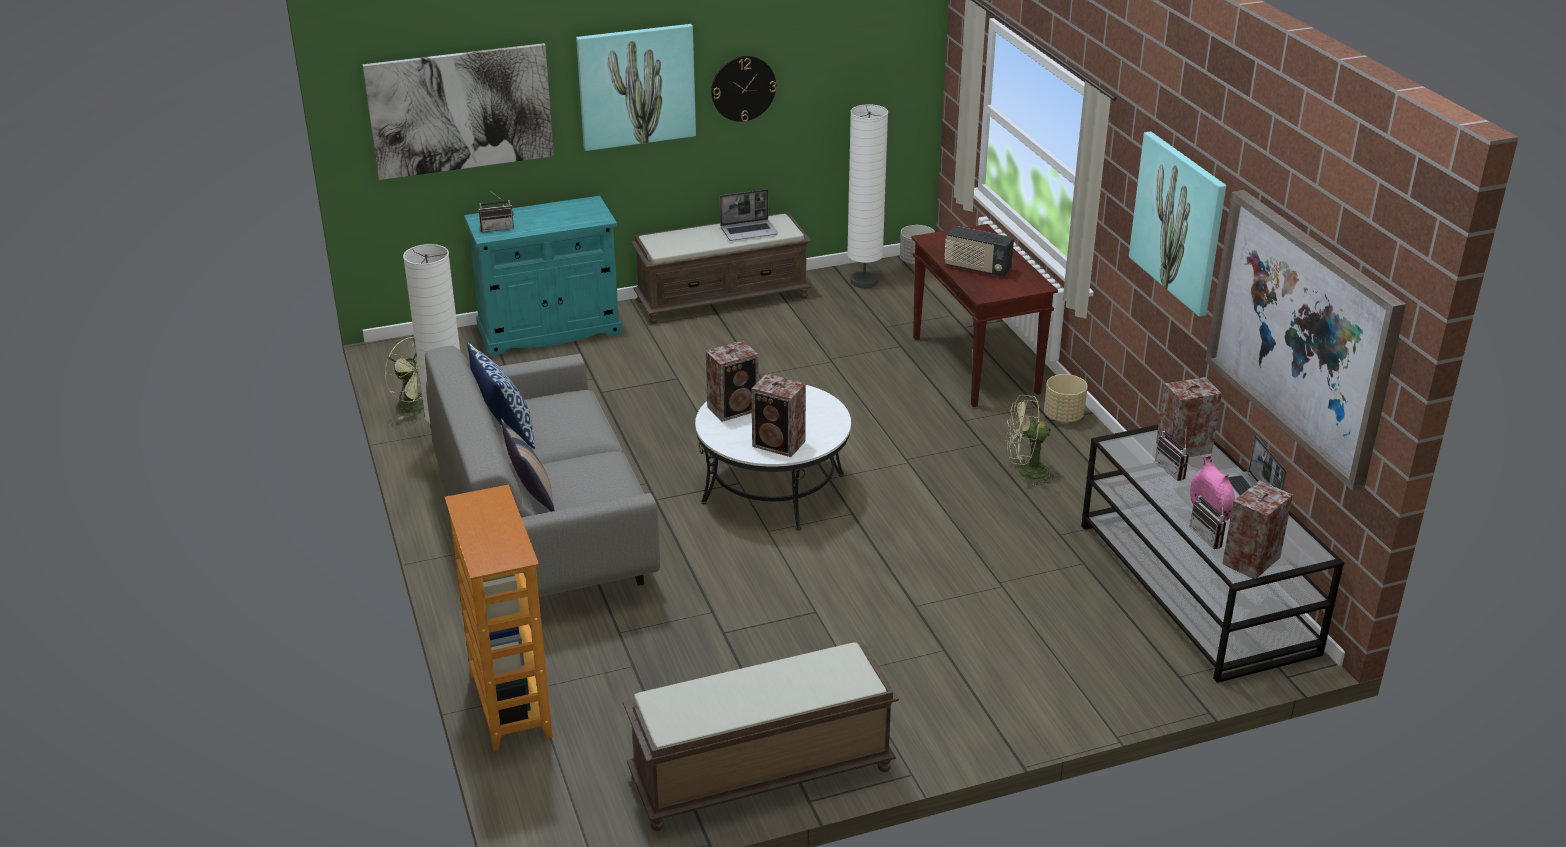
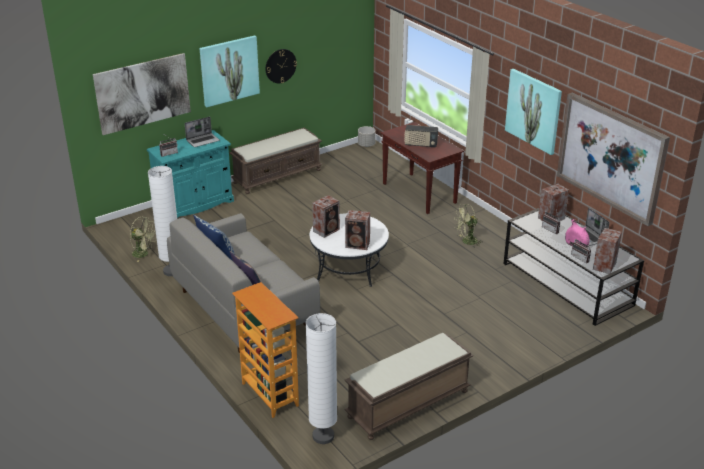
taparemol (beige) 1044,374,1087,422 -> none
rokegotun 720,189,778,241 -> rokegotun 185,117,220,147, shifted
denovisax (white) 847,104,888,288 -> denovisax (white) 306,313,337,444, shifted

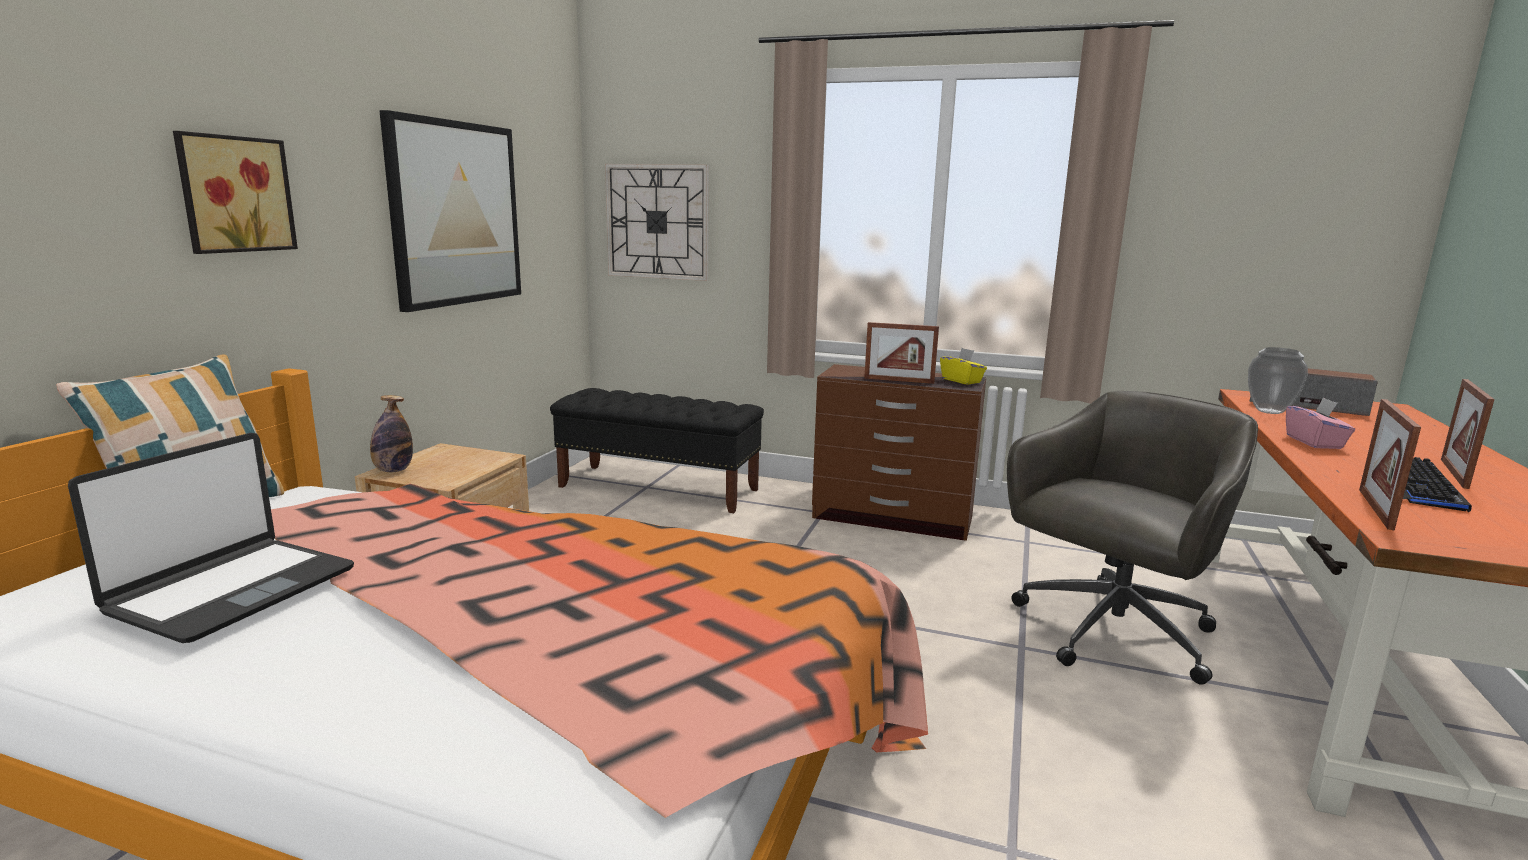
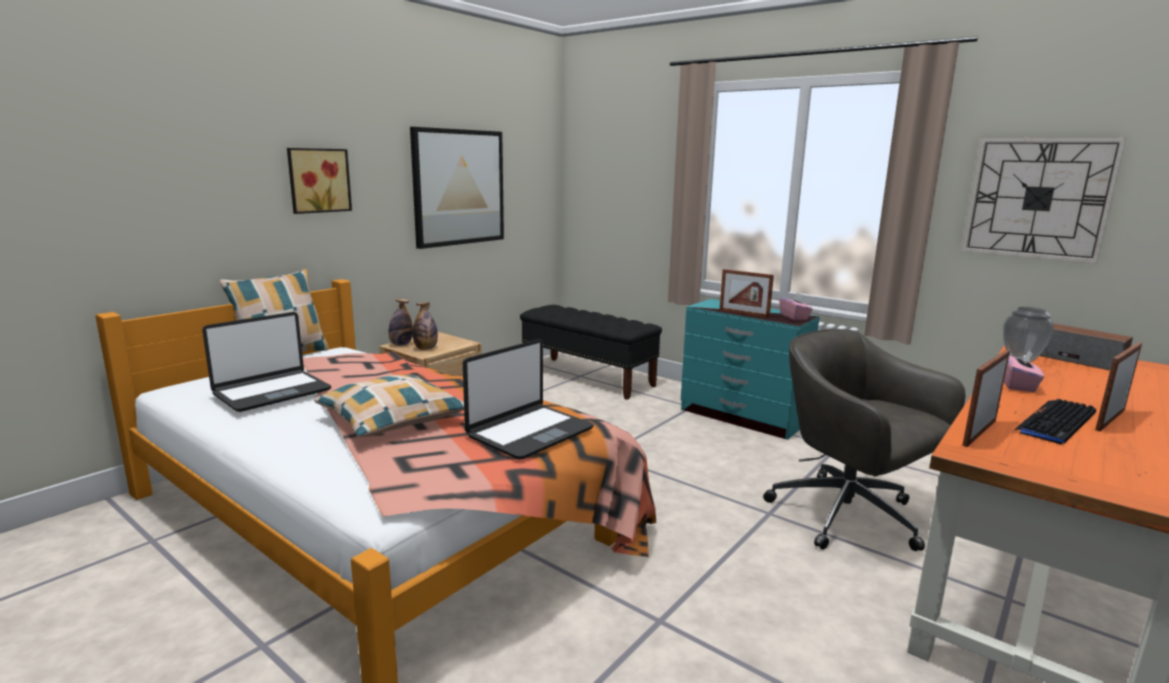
none -> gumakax 314,374,464,437
none -> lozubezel 413,302,438,350
none -> rokegotun 463,339,594,459
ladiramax 605,164,709,281 -> ladiramax 962,138,1126,263, shifted
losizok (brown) 812,364,986,541 -> losizok (turquoise) 681,299,820,440
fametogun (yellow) 940,348,987,385 -> fametogun (pink) 779,293,813,320
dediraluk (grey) 1007,391,1258,685 -> dediraluk (grey) 763,329,966,551, 105 degrees counterclockwise

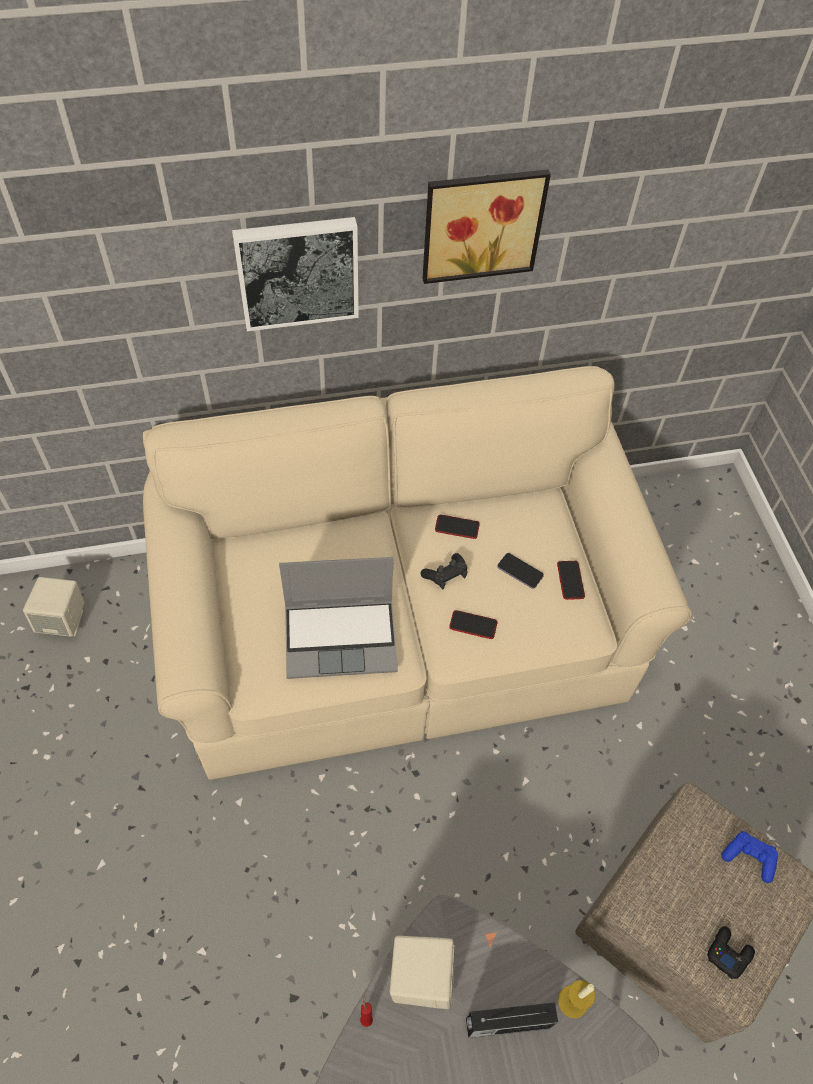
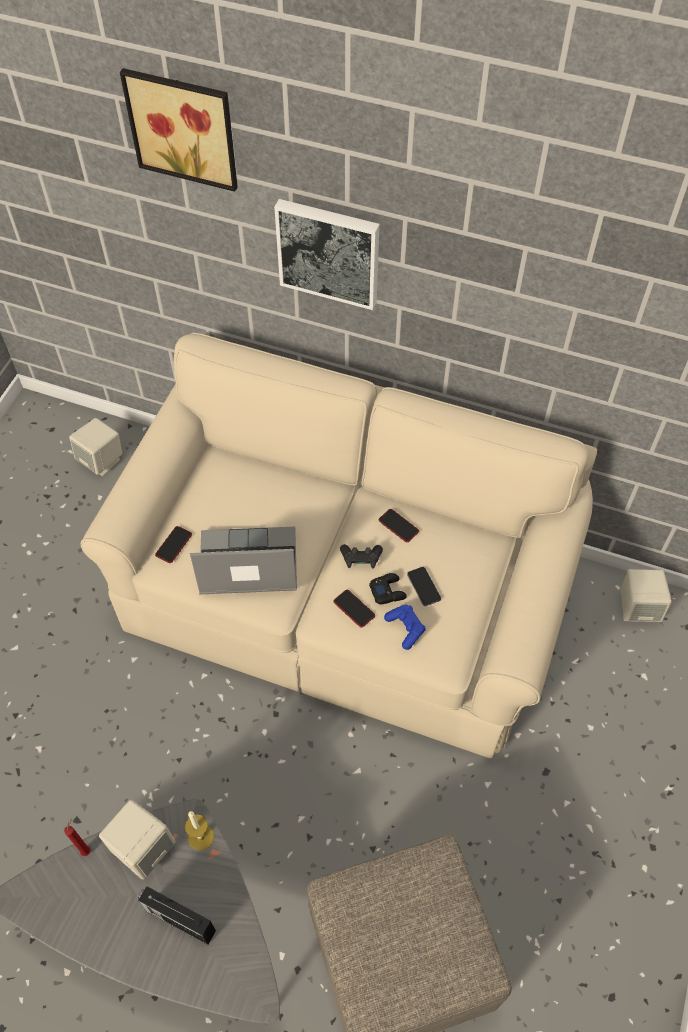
none -> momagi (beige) 620,569,672,622
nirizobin 423,169,551,284 -> nirizobin 120,68,238,192, shifted
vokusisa 557,561,585,600 -> vokusisa 155,526,192,563, shifted
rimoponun 558,980,595,1018 -> rimoponun 185,811,214,851, shifted
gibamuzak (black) 708,926,755,979 -> gibamuzak (black) 369,573,407,604, shifted
gibamuzak (blue) 721,831,778,883 -> gibamuzak (blue) 384,605,426,650, shifted
rokegotun 279,557,398,679 -> rokegotun 190,527,297,594, 150 degrees clockwise

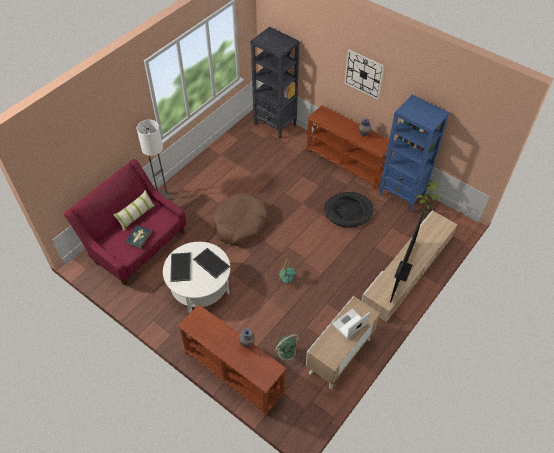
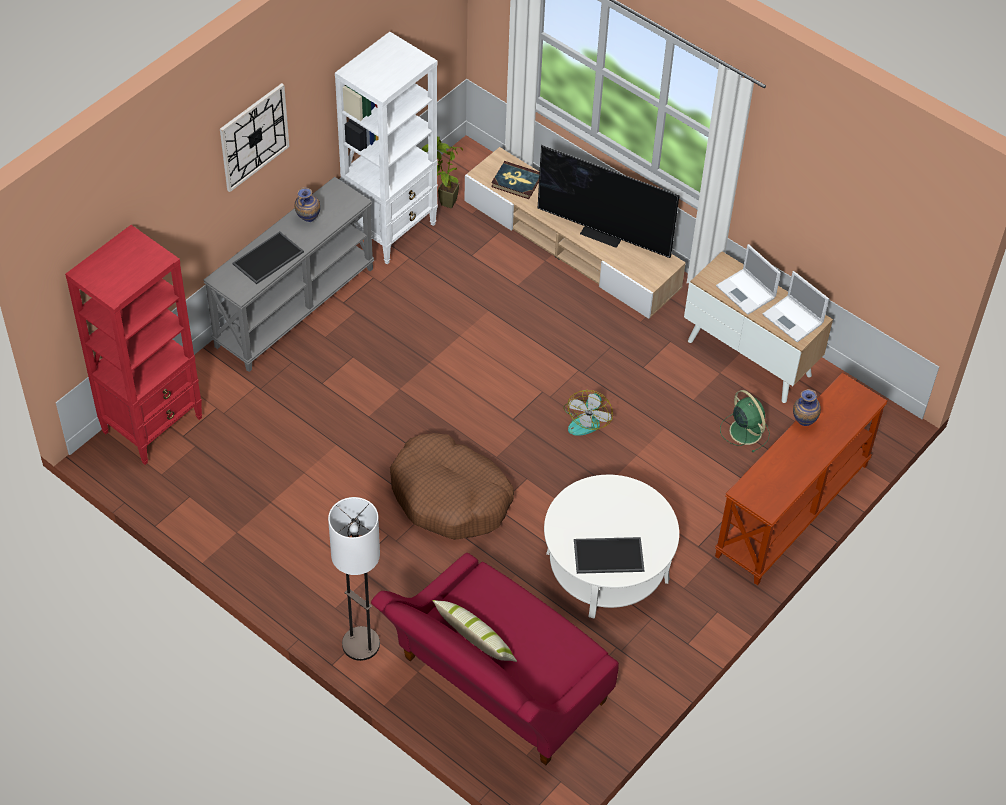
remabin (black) 324,192,374,228 -> none
none -> rokegotun 762,271,829,342
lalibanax 125,225,153,249 -> lalibanax 491,161,540,199, shifted
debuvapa 193,248,230,279 -> debuvapa 232,231,304,284, shifted
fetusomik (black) 250,27,299,139 -> fetusomik (red) 65,225,203,465
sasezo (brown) 306,105,393,190 -> sasezo (grey) 203,177,374,372
fetusomik (blue) 379,95,449,212 -> fetusomik (white) 335,32,438,264

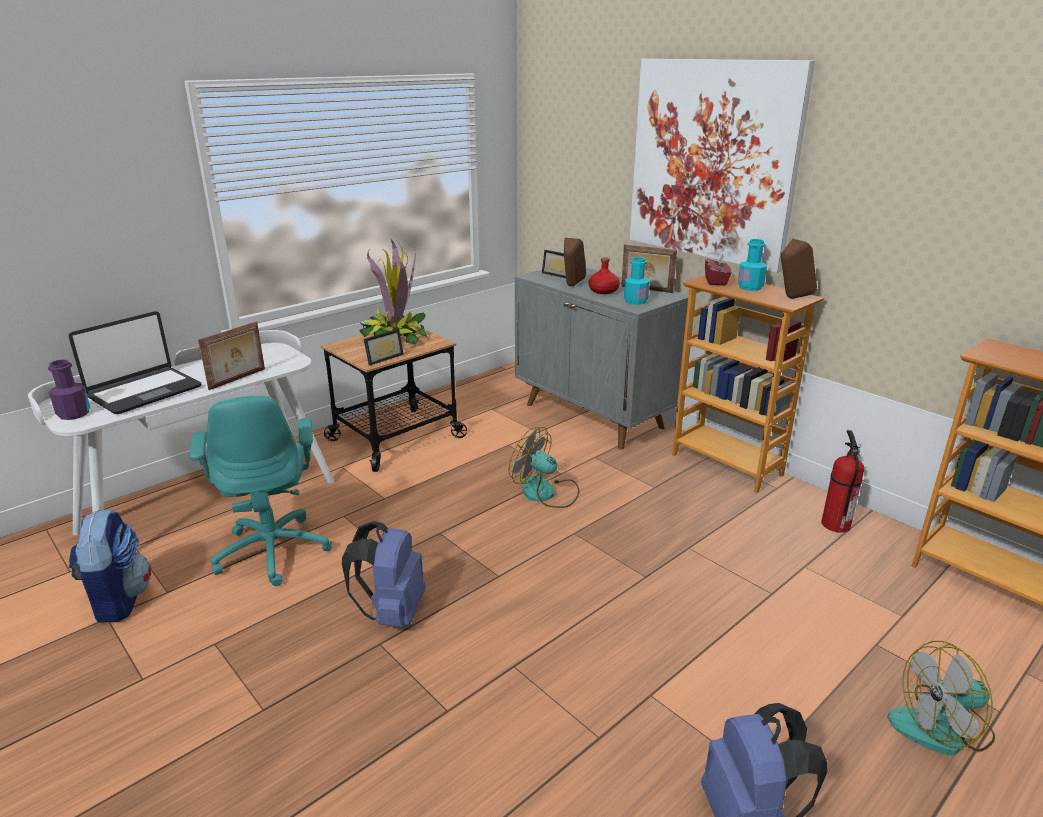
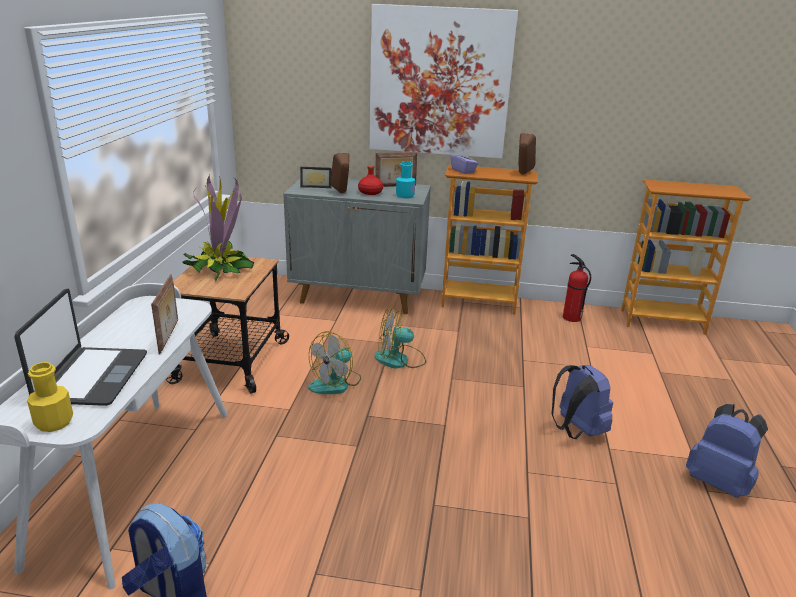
dediraluk (turquoise) 190,395,332,586 -> none
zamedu 364,329,404,366 -> none
lozubezel (turquoise) 738,239,767,291 -> none
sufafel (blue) 342,521,426,627 -> sufafel (blue) 551,365,613,439, shifted
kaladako 888,641,995,756 -> kaladako 308,331,361,394, shifted
lozubezel (purple) 48,360,91,420 -> lozubezel (yellow) 27,362,73,432
fametogun (red) 705,254,732,285 -> fametogun (purple) 451,150,478,174

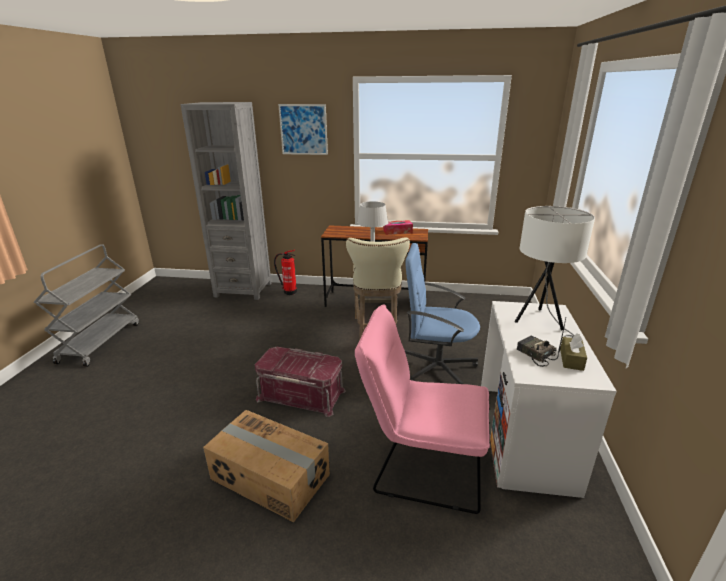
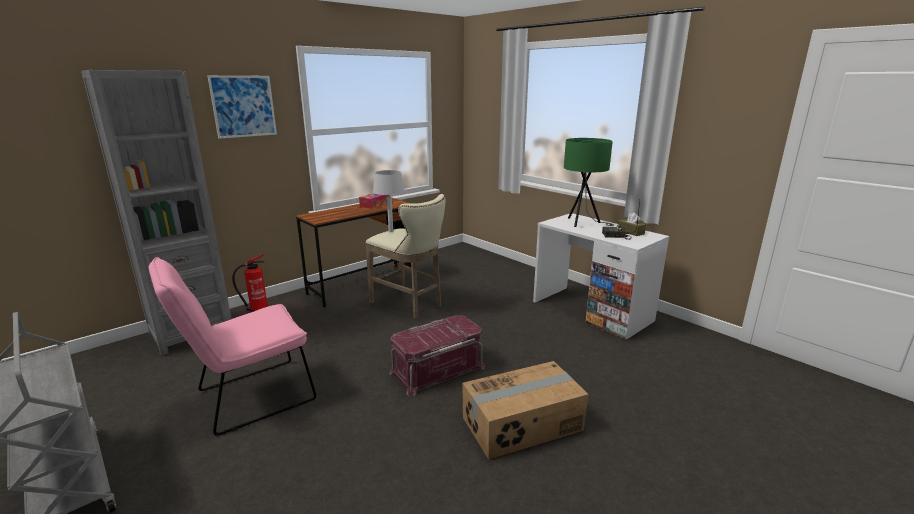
dediraluk (blue) 404,243,480,384 -> none
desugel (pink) 355,304,490,514 -> desugel (pink) 149,257,316,436, shifted
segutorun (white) 515,206,595,338 -> segutorun (green) 564,138,614,227

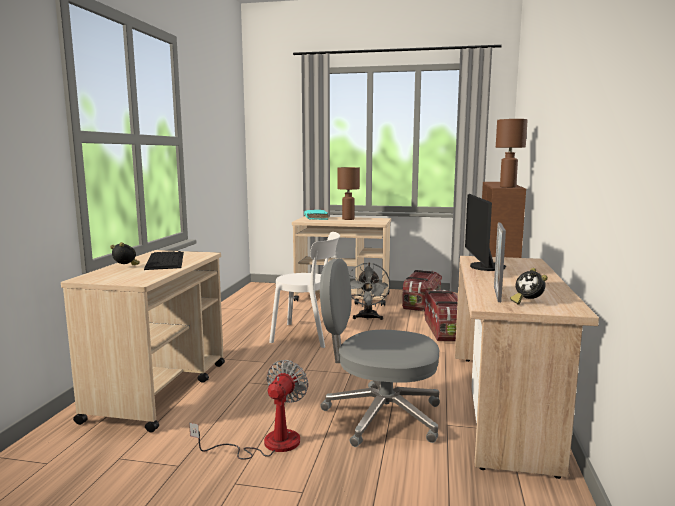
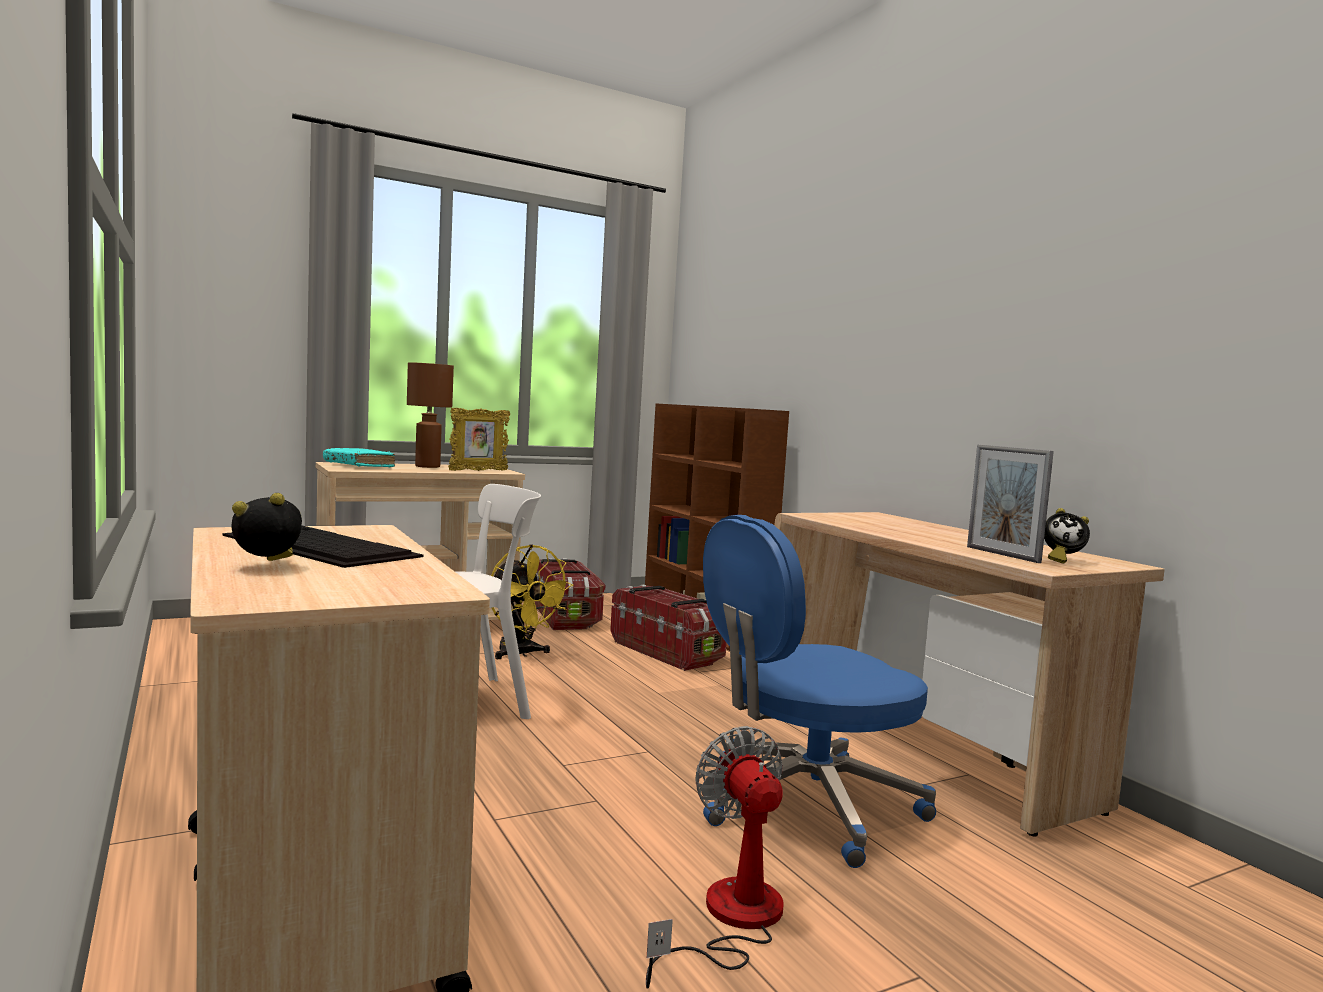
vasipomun 465,194,506,271 -> none
segutorun (brown) 496,119,528,188 -> none
none -> zamedu 448,408,510,471
dediraluk (grey) 320,258,440,447 -> dediraluk (blue) 703,515,936,868
kaladako (grey) 349,263,390,320 -> kaladako (yellow) 491,544,573,659

